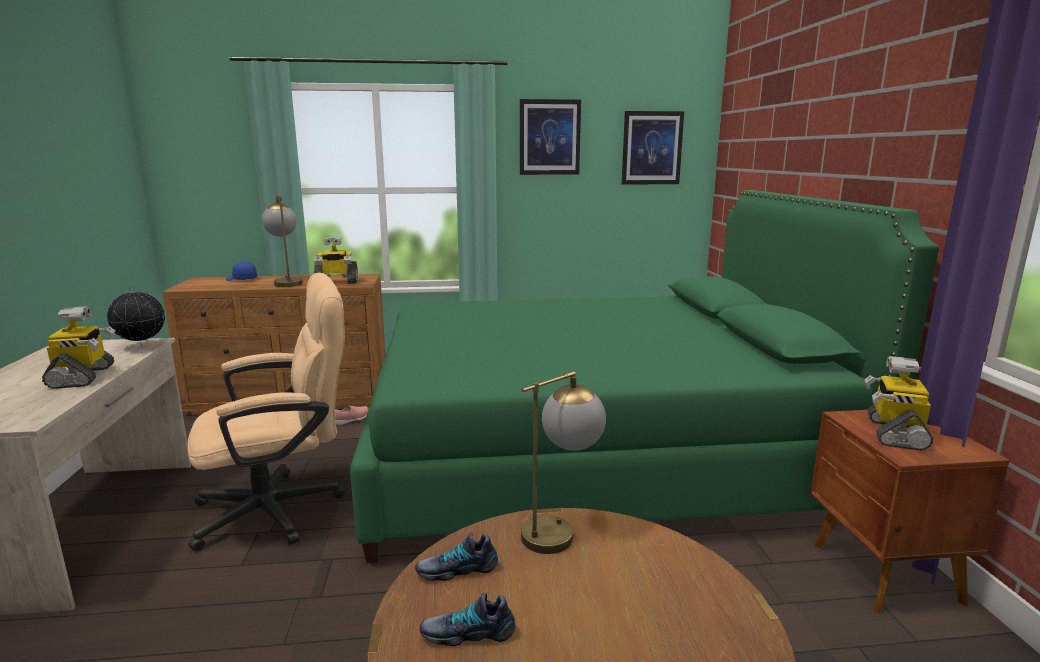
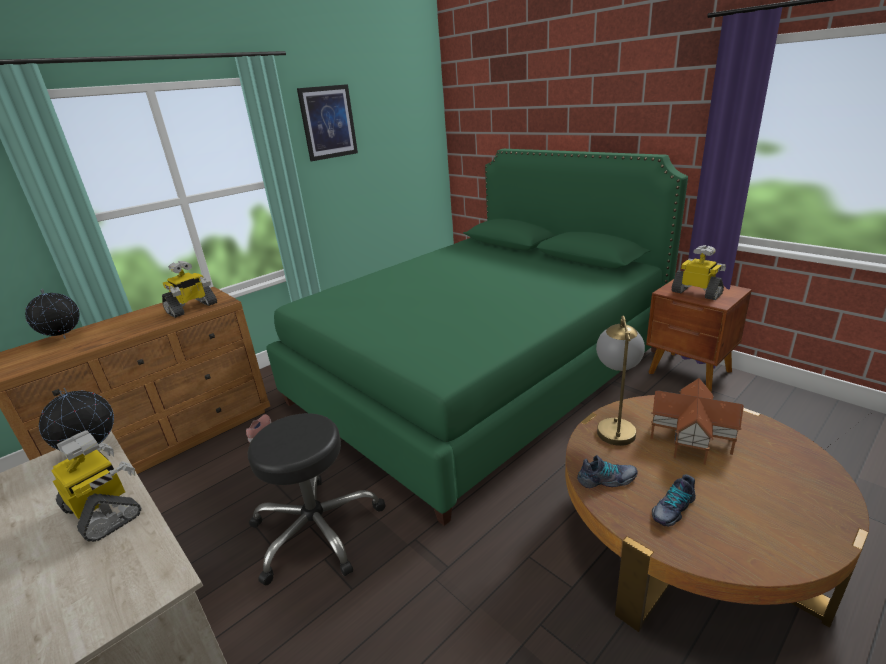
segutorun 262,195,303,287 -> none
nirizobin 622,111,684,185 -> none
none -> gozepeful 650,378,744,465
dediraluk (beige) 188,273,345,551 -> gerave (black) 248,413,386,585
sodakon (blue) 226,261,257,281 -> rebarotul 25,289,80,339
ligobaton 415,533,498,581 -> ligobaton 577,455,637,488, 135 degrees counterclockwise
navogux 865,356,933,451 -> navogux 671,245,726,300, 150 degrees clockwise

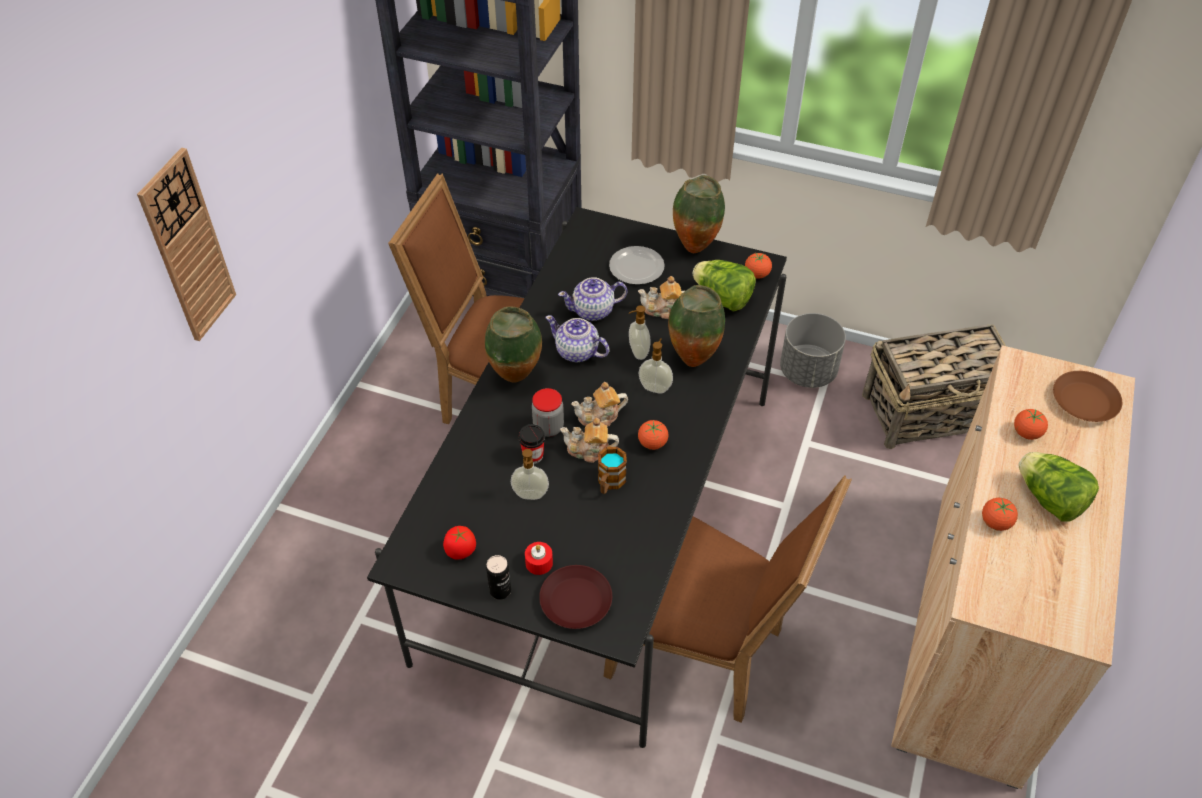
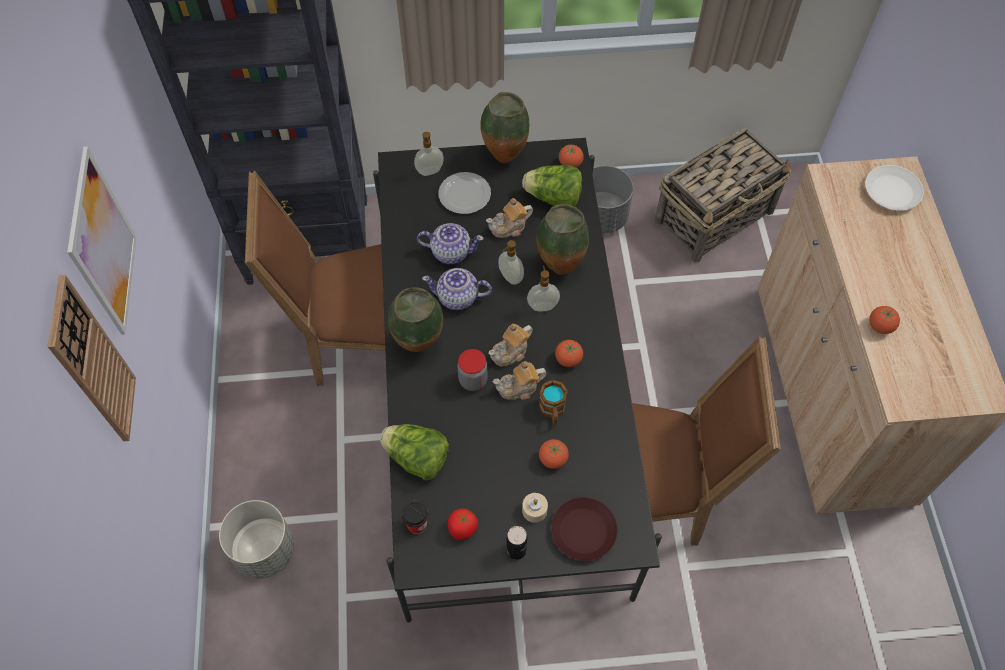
none -> nirizobin 67,146,136,335
none -> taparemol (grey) 219,500,294,579
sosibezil 511,449,549,500 -> sosibezil 414,132,444,176, shifted
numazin 519,424,545,464 -> numazin 401,501,428,534, shifted
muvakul 1014,409,1048,440 -> muvakul 539,439,569,469, shifted
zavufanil 1018,452,1099,522 -> zavufanil 380,424,449,481, shifted
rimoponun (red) 525,542,553,575 -> rimoponun (beige) 522,493,548,523
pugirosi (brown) 1053,371,1122,422 -> pugirosi (white) 865,165,924,210
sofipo 558,277,628,321 -> sofipo 417,223,484,264, 135 degrees counterclockwise

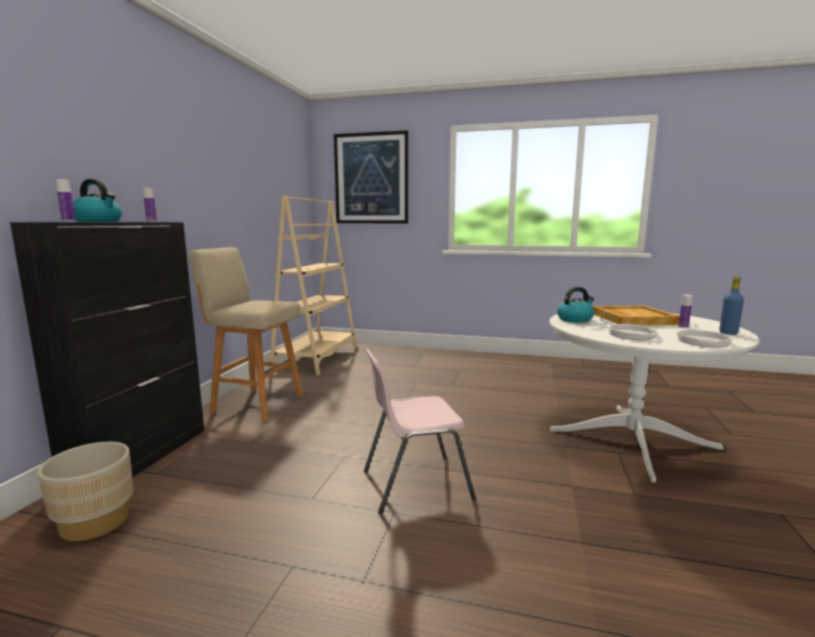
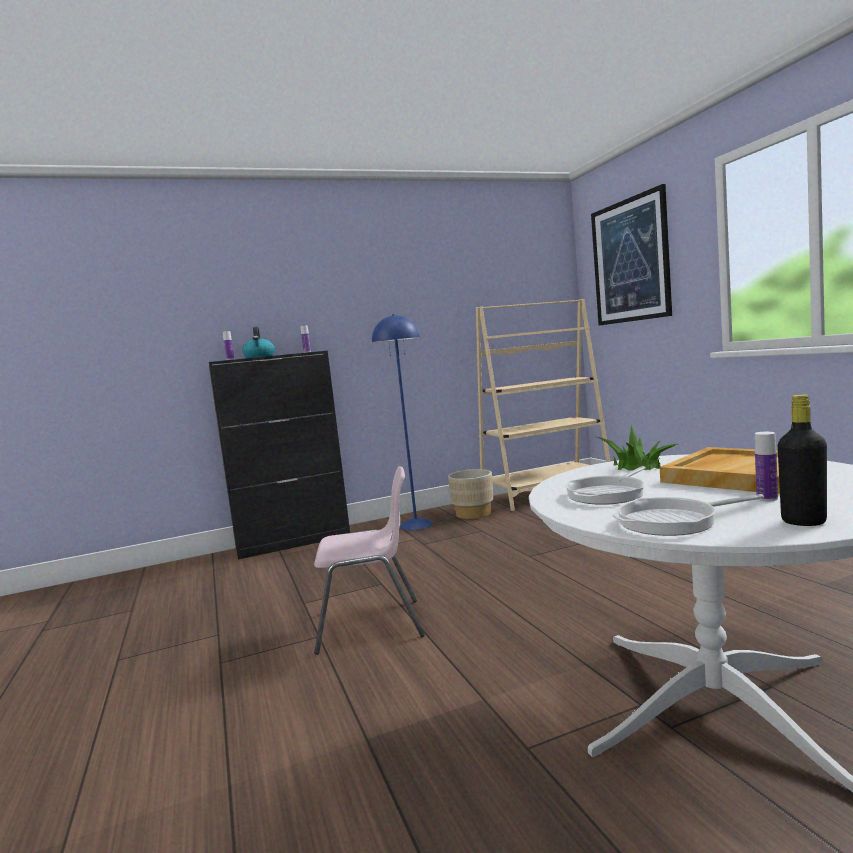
taparemol (beige) 38,442,133,541 -> taparemol (beige) 448,469,493,519, shifted
gerave (beige) 188,247,303,422 -> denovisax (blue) 372,314,433,530
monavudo 557,287,594,323 -> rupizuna 597,425,679,470
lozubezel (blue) 719,277,744,335 -> lozubezel (black) 778,394,827,526
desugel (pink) 364,349,476,515 -> desugel (pink) 314,466,425,654, 135 degrees clockwise

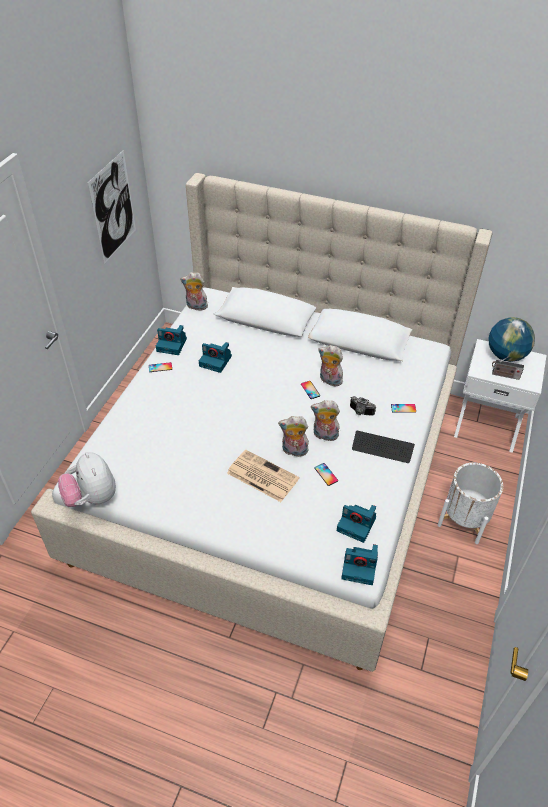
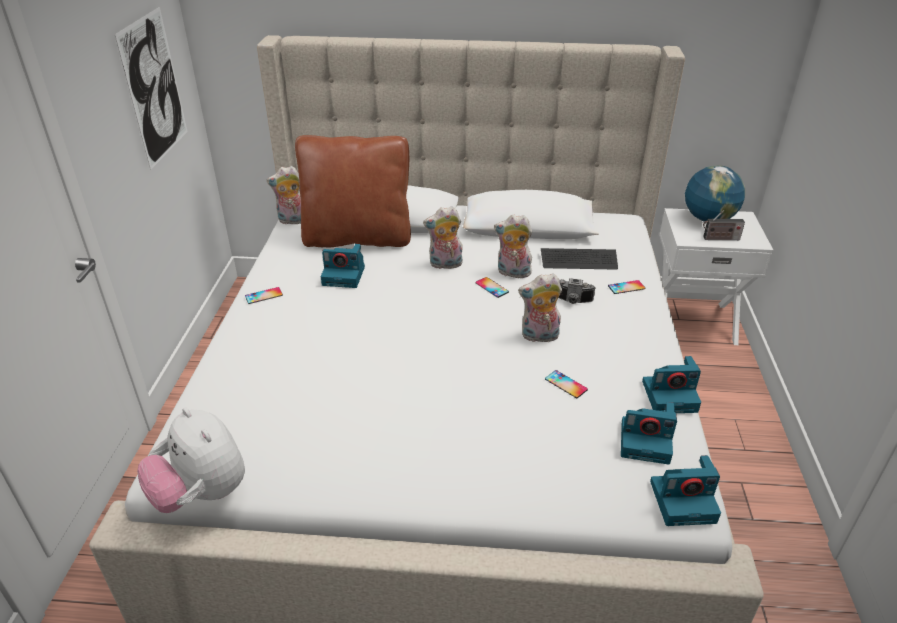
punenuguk 227,450,299,502 -> none
taparemol (white) 437,463,503,544 -> none
none -> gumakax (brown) 295,135,411,247
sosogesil 156,325,187,355 -> sosogesil 642,356,701,413, shifted
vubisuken 278,416,309,456 -> vubisuken 423,206,463,269, shifted
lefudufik 352,431,415,463 -> lefudufik 541,248,618,270, shifted

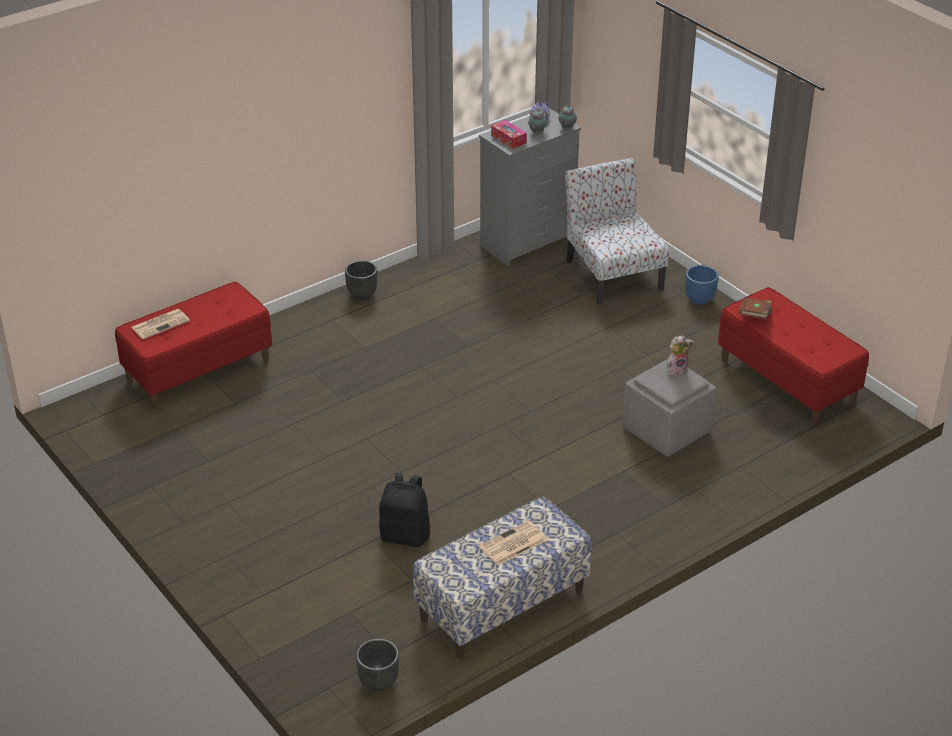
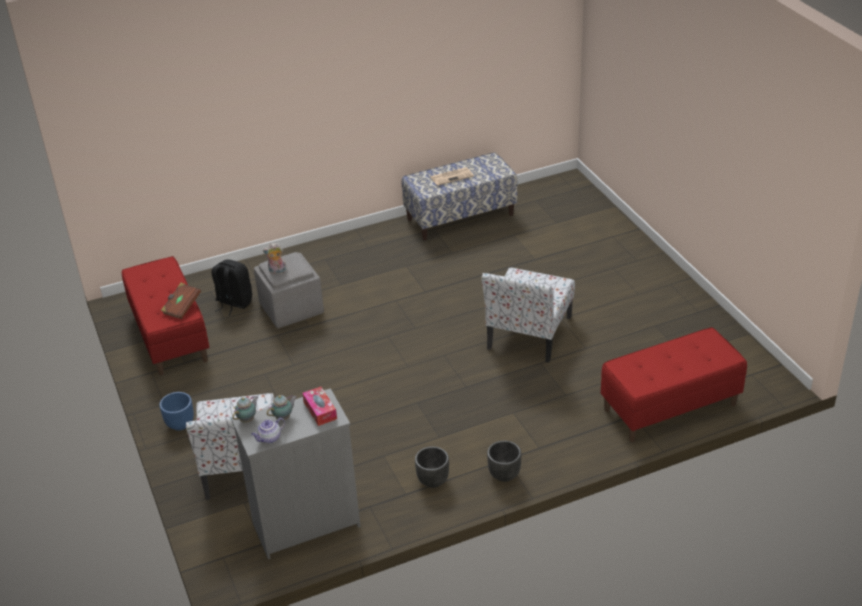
punenuguk 131,309,190,339 -> none
none -> desugel 481,268,575,363
taparemol (black) 356,639,399,691 -> taparemol (black) 415,446,449,488, shifted
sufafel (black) 379,473,430,547 -> sufafel (black) 212,259,252,315, shifted

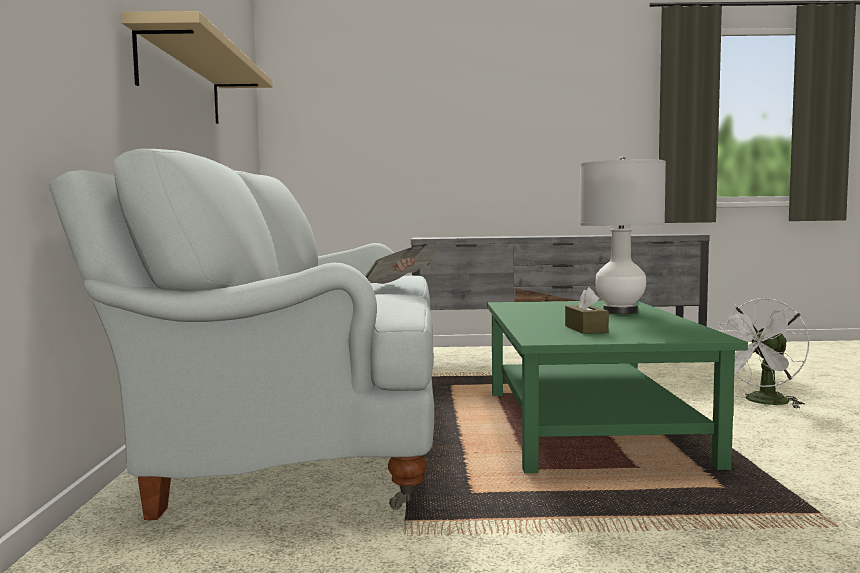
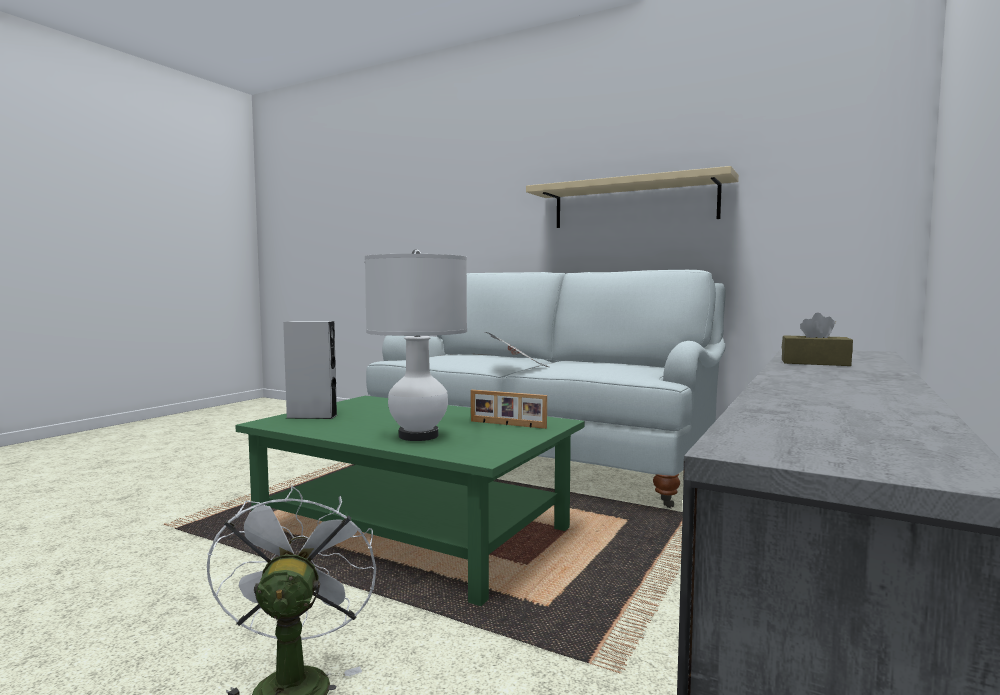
none -> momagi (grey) 283,321,337,419
none -> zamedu 471,390,547,429
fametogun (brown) 565,287,609,334 -> fametogun (brown) 782,313,853,366, shifted

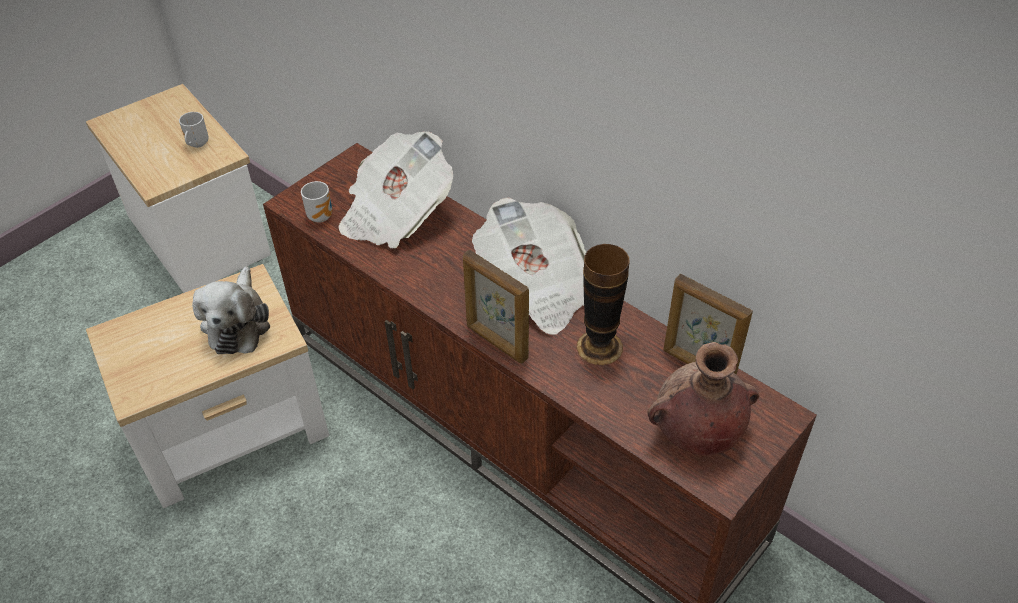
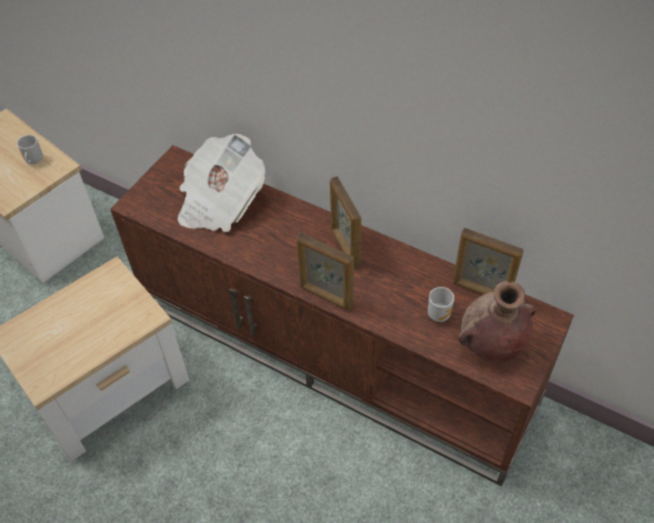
vubisuken 192,266,270,354 -> none
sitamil 577,244,629,365 -> none
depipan 301,181,332,223 -> depipan 428,287,454,322, shifted
punenuguk 472,197,586,334 -> zamedu 330,176,361,269

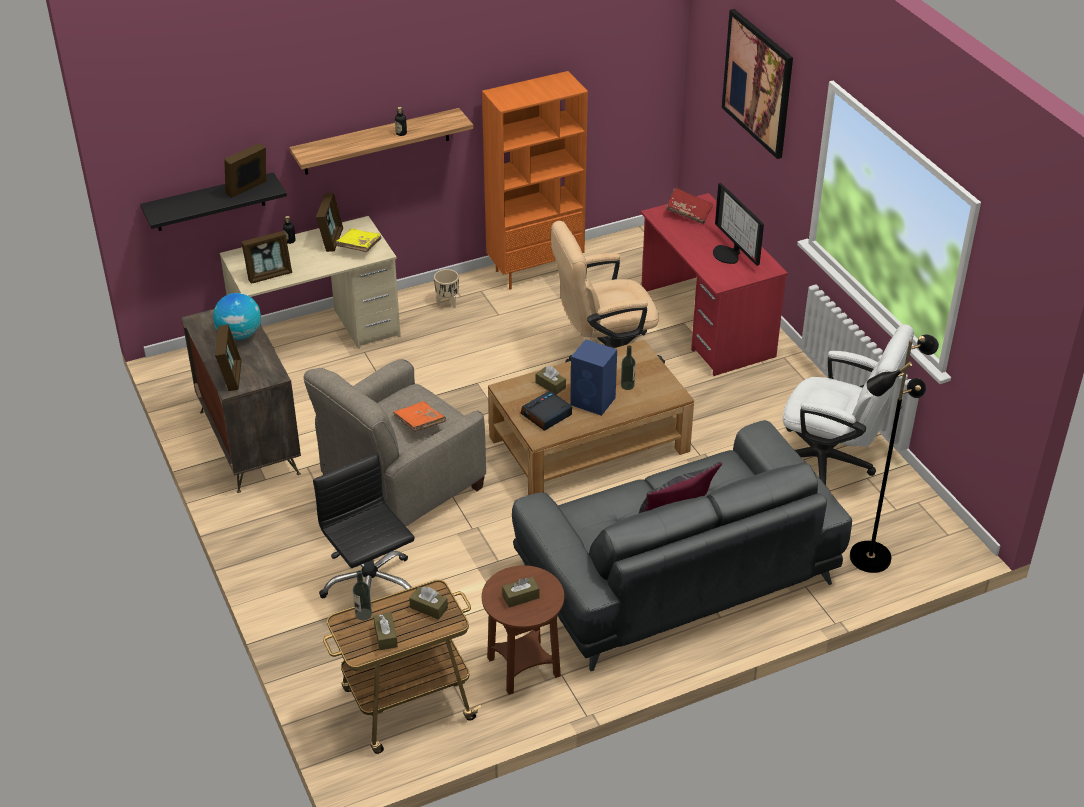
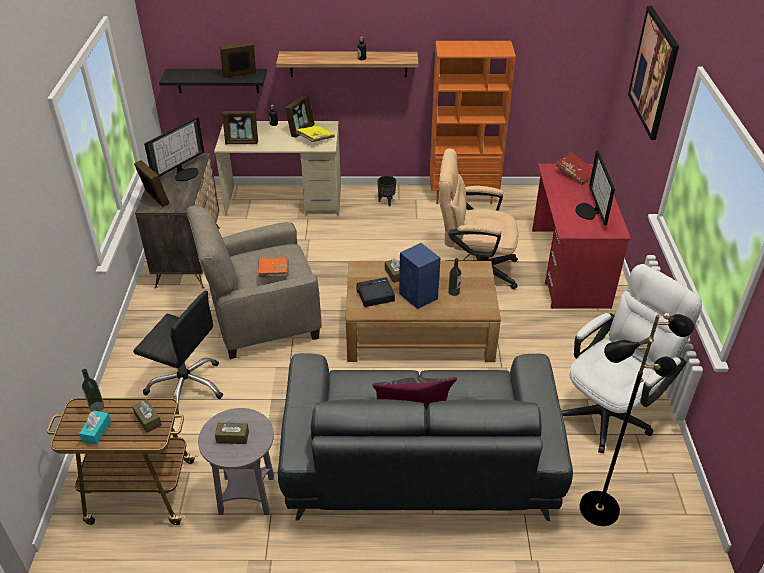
rebarotul 213,293,261,340 -> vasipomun 144,117,204,181
fametogun (brown) 373,612,398,650 -> fametogun (turquoise) 79,411,111,445
taparemol (beige) 434,269,459,308 -> taparemol (black) 378,176,396,206
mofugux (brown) 482,565,564,695 -> mofugux (grey) 198,408,274,515
zamedu 215,324,242,391 -> zamedu 134,160,170,207, 60 degrees counterclockwise
dediraluk (black) 313,453,414,598 -> dediraluk (black) 133,291,223,414, 120 degrees clockwise
dediraluk (white) 783,324,914,486 -> dediraluk (white) 561,264,702,453, 90 degrees counterclockwise

